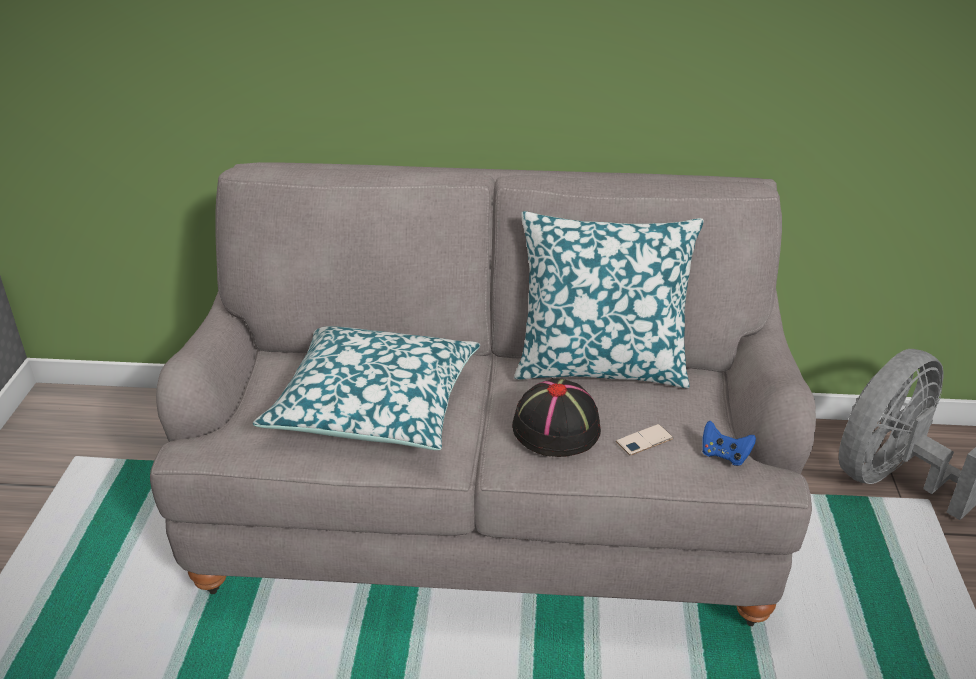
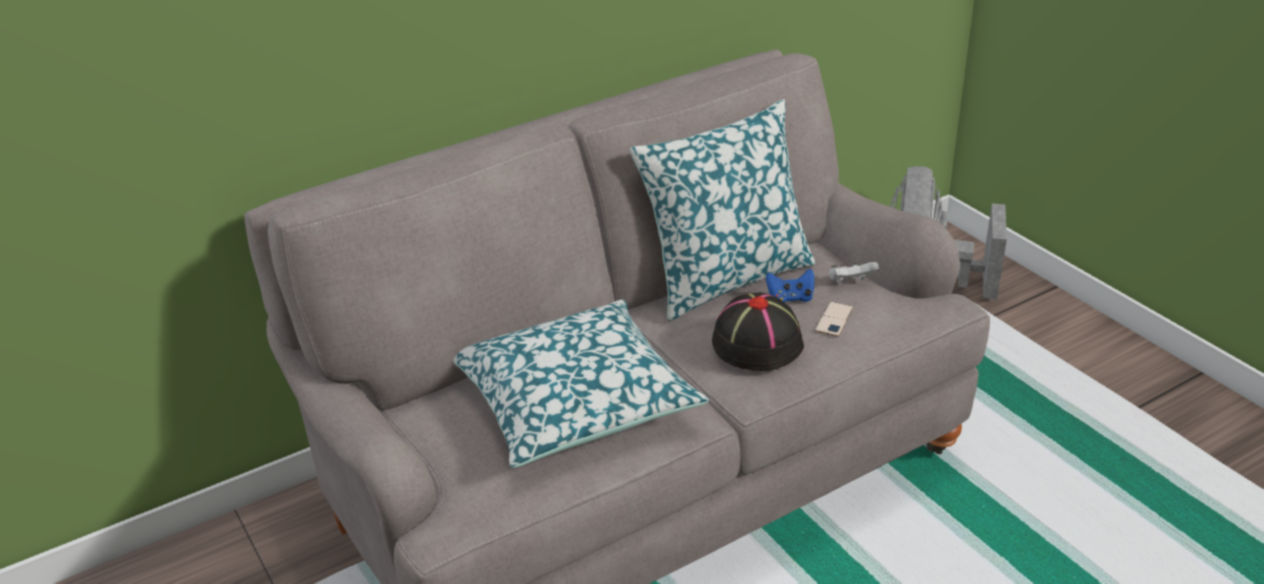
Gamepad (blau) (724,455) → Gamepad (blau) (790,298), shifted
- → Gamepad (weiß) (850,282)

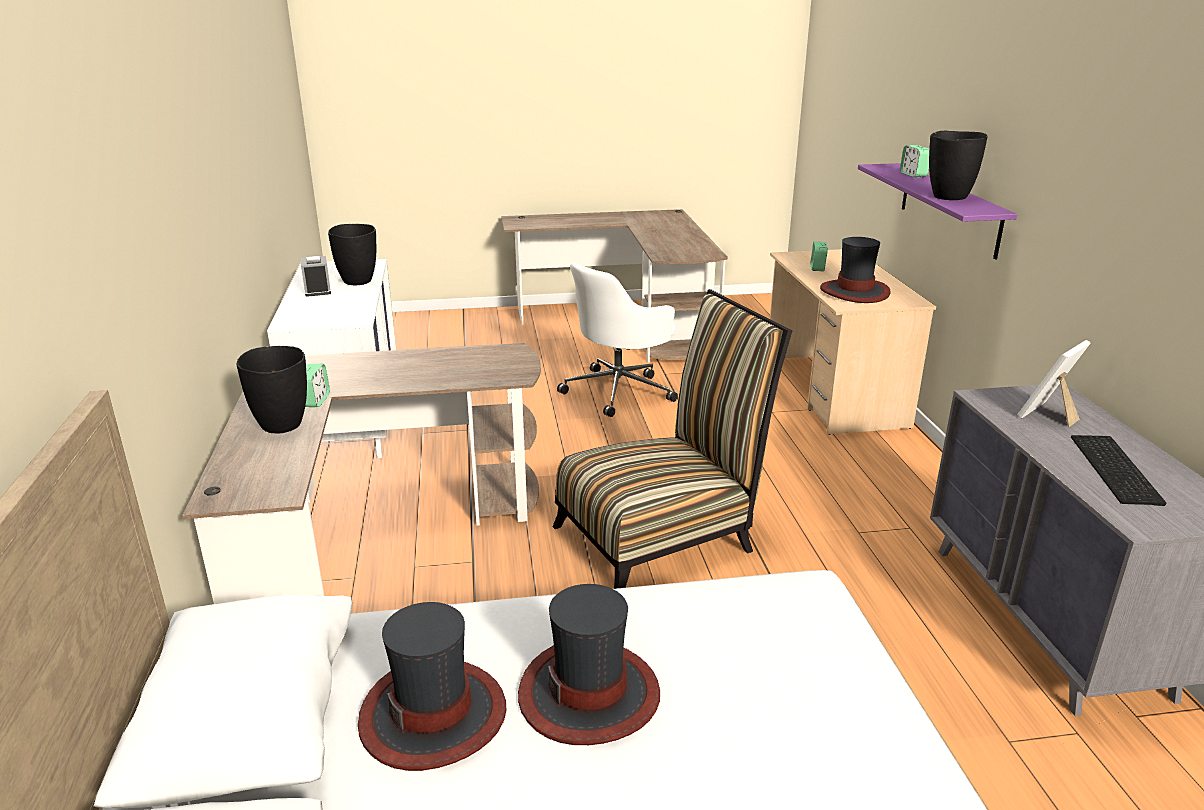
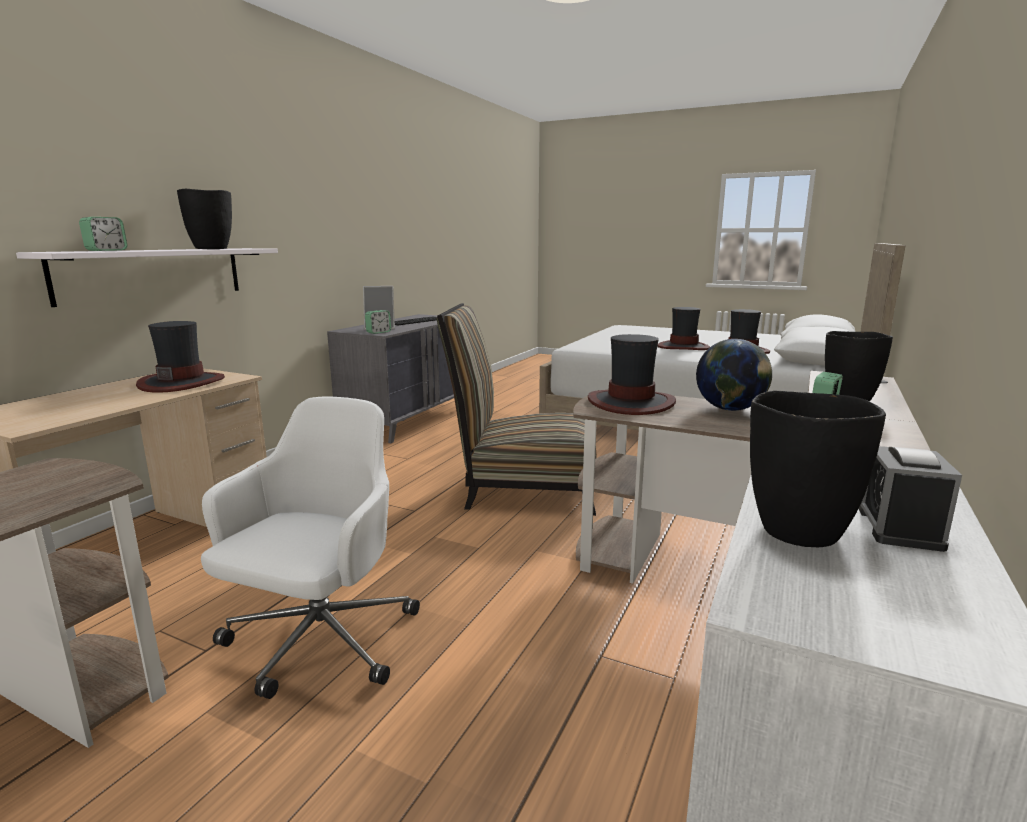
Wandregal (lila) (949,208) → Wandregal (weiß) (153,274)
Wecker (817,268) → Wecker (378,332), shifted
Bürostuhl (weiß) (619,391) → Bürostuhl (weiß) (319,642), 60 degrees counterclockwise
- → Hut (631,403)
- → Globus (730,409)

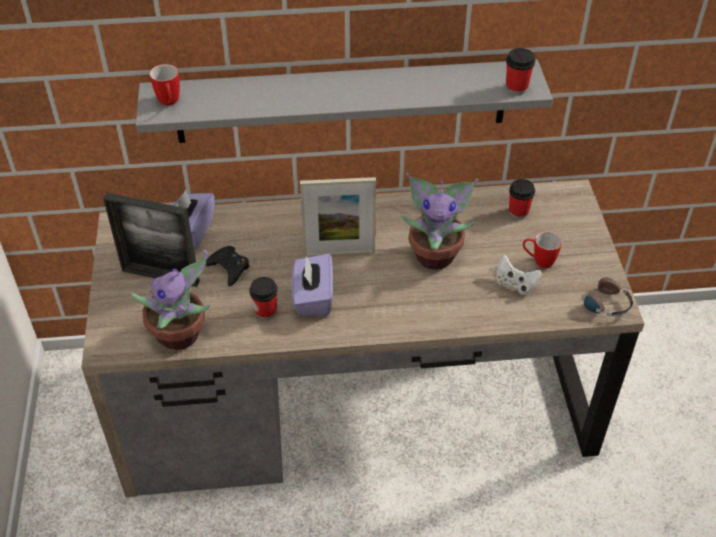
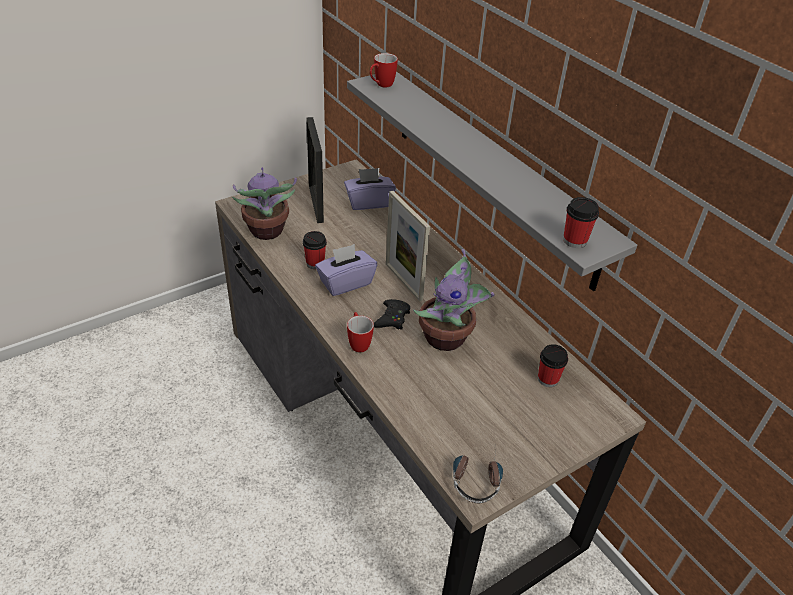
Henkelbecher (538,261) → Henkelbecher (358,342), shifted
Gamepad (schwarz) (229,268) → Gamepad (schwarz) (392,318), shifted
Gamepad (weiß) (515,284) → -

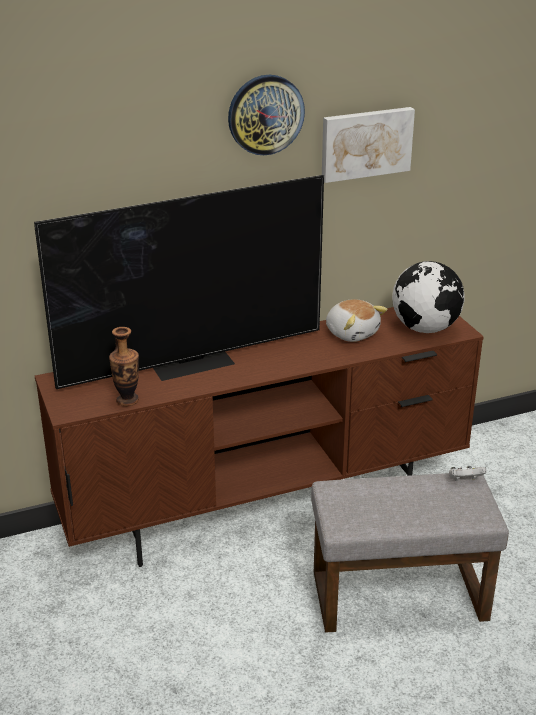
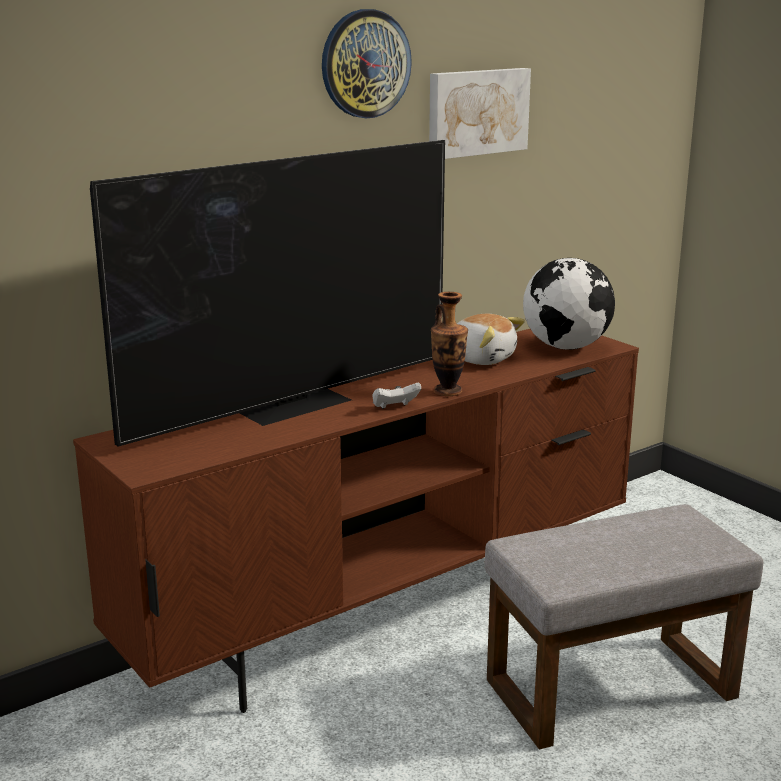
Vase (127,400) → Vase (448,391), shifted
Gamepad (weiß) (465,480) → Gamepad (weiß) (394,407), shifted

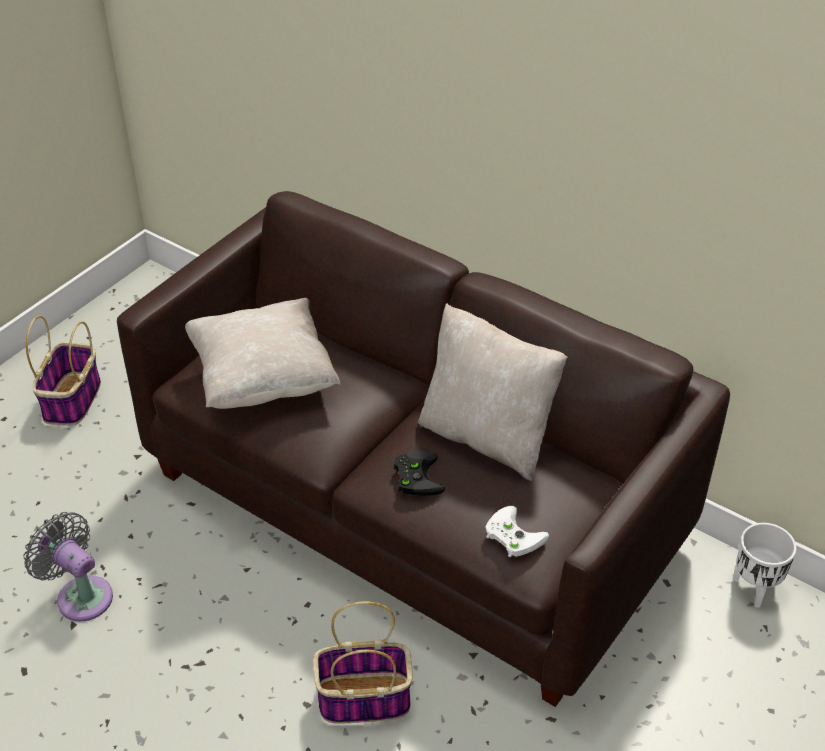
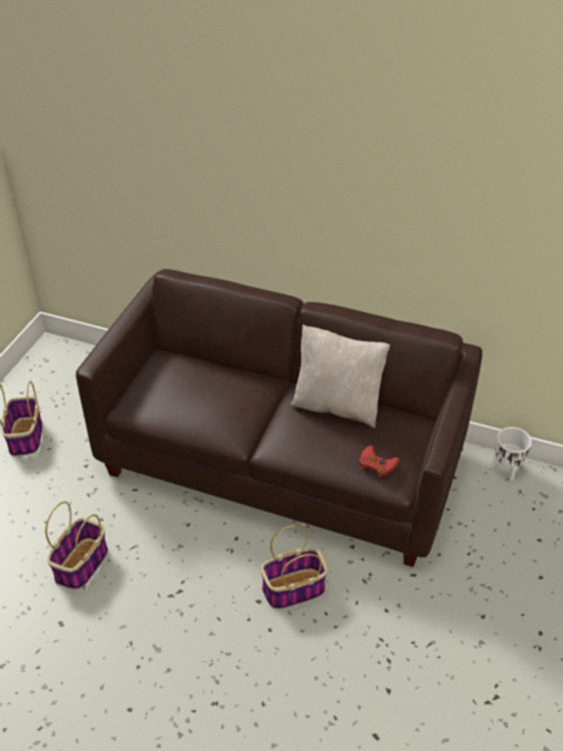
Kissen (beige) (263,380) → -
Gamepad (schwarz) (416,476) → -
Gamepad (weiß) (511,535) → Gamepad (rot) (375,463)
Ventilator (grau) (81,595) → Korb (81,565)

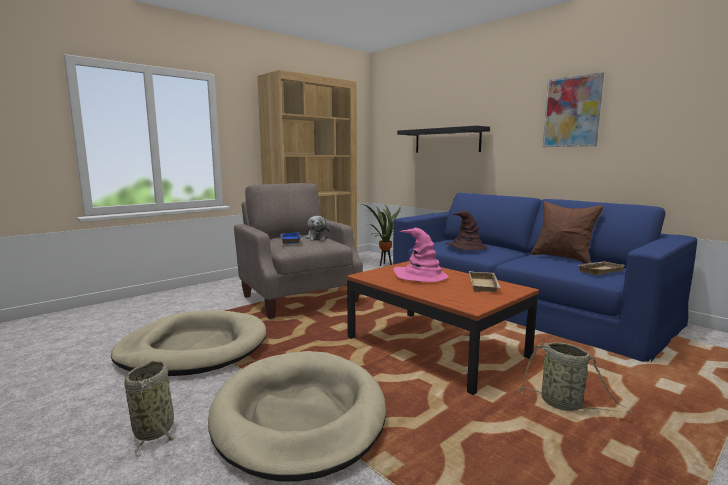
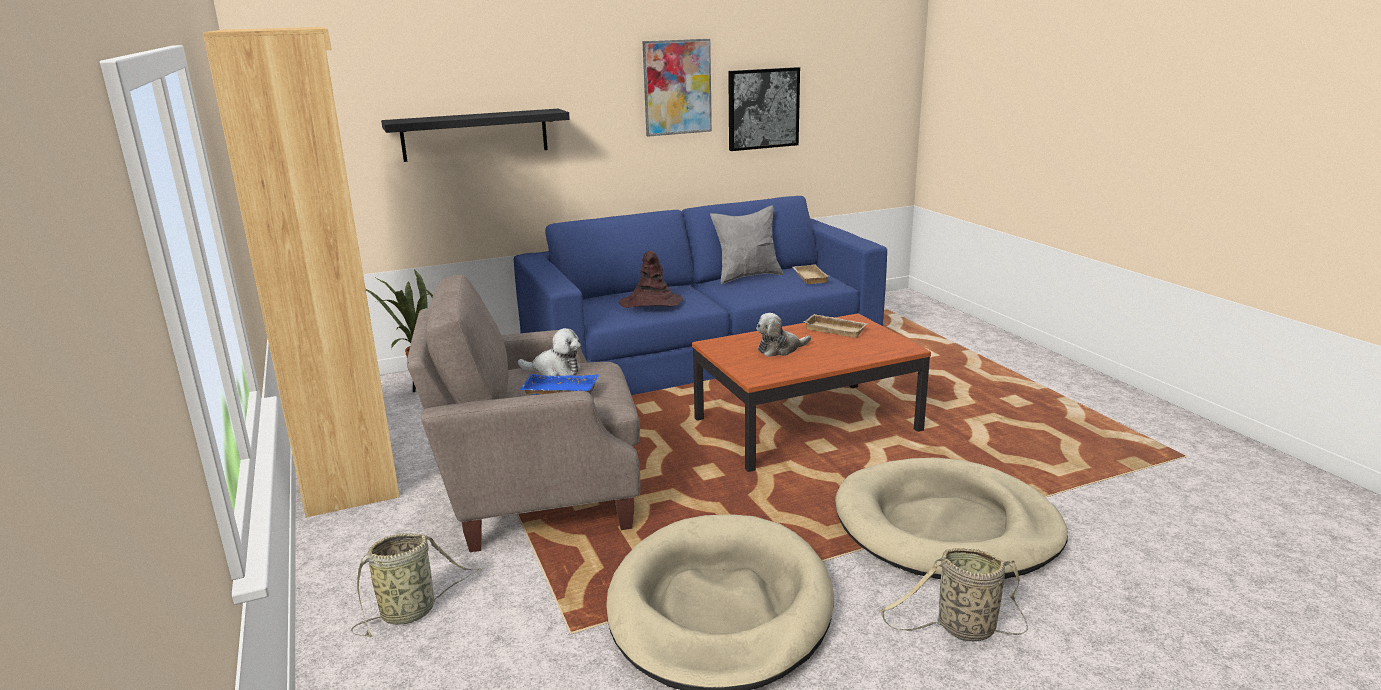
Kissen (braun) (563,258) → Kissen (grau) (747,276)
Hut (rosa) (421,276) → Plüschtier (780,349)
Korb (564,404) → Korb (412,611), shifted
- → Bild (763,108)

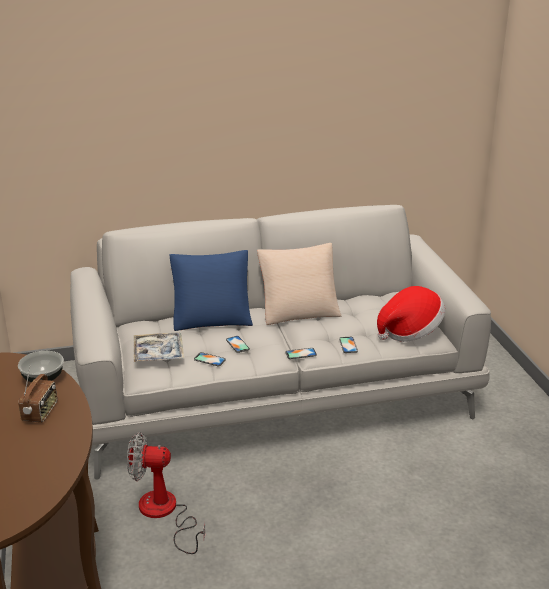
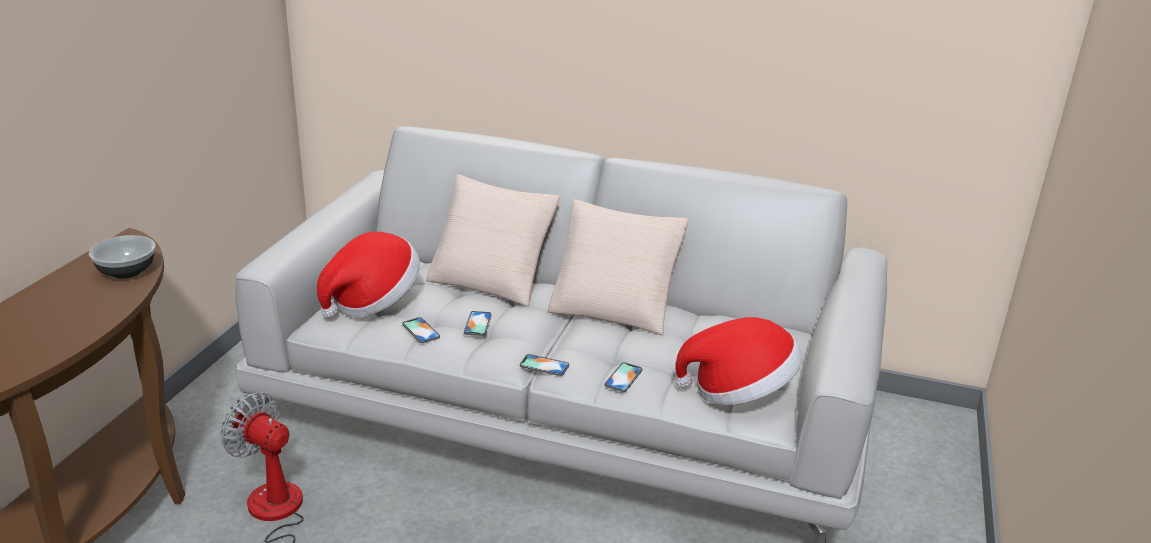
Kissen (blau) (212,317) → Kissen (beige) (492,280)
Tablett (158,353) → Hut (372,301)
Radio (41,412) → -

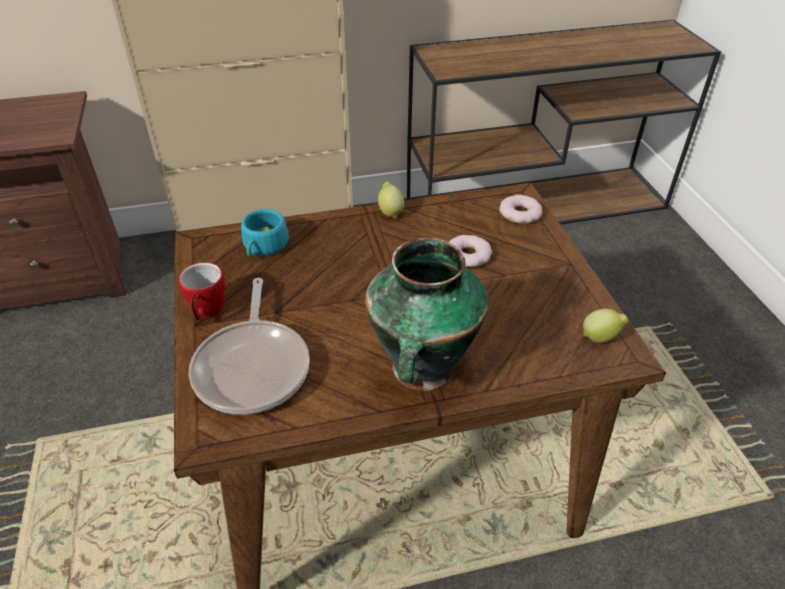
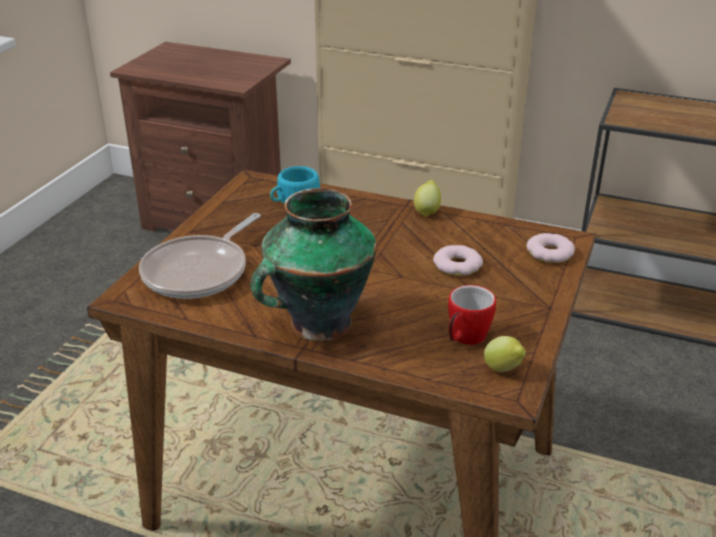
Henkelbecher (206,312) → Henkelbecher (465,339), shifted

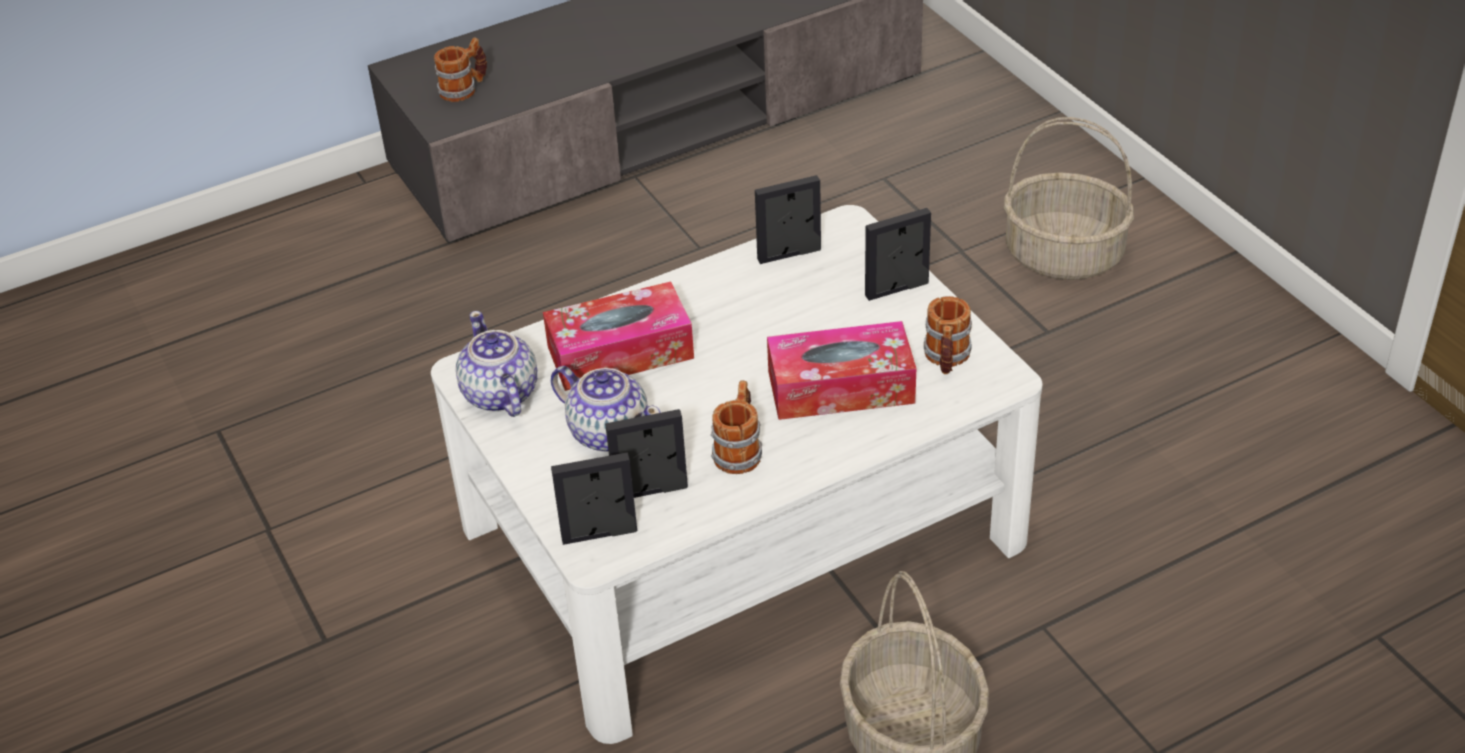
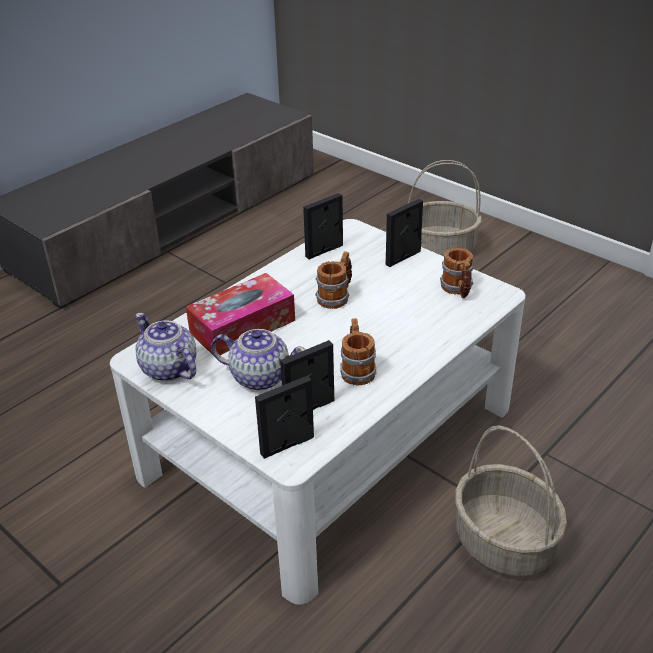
Henkelbecher (464,89) → Henkelbecher (336,296), shifted
Taschentuchbox (840,387) → -

